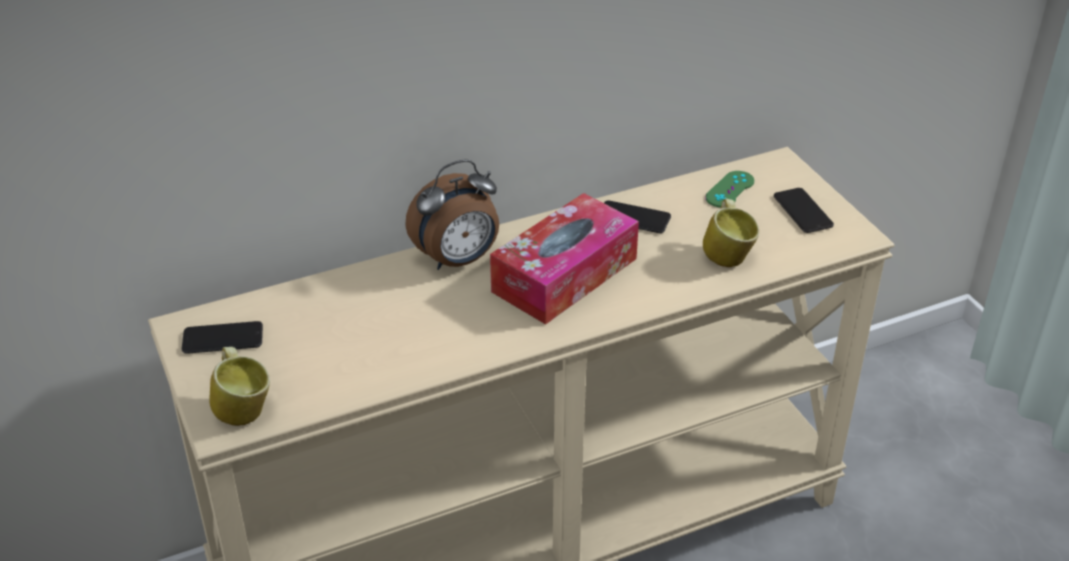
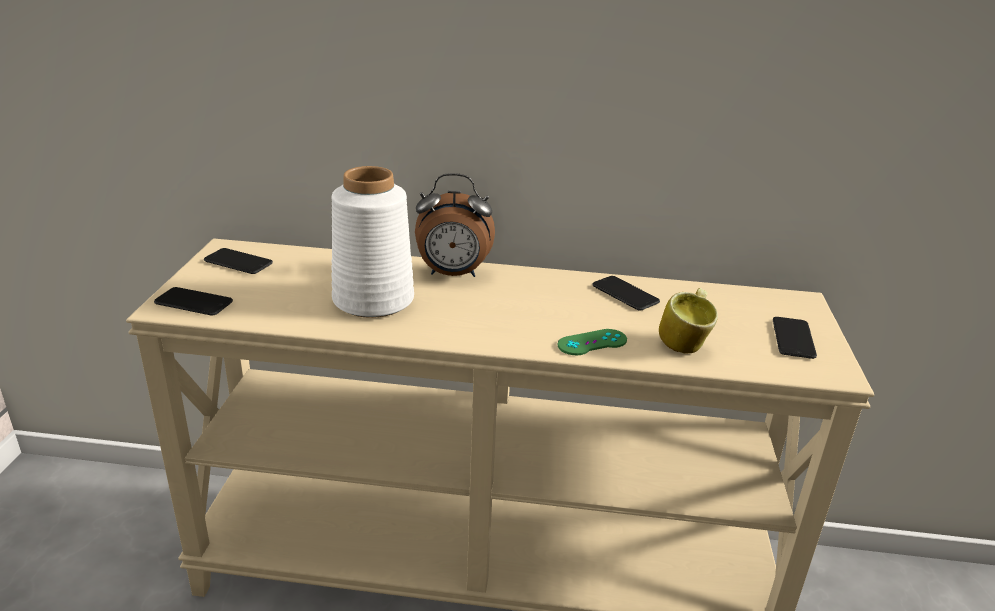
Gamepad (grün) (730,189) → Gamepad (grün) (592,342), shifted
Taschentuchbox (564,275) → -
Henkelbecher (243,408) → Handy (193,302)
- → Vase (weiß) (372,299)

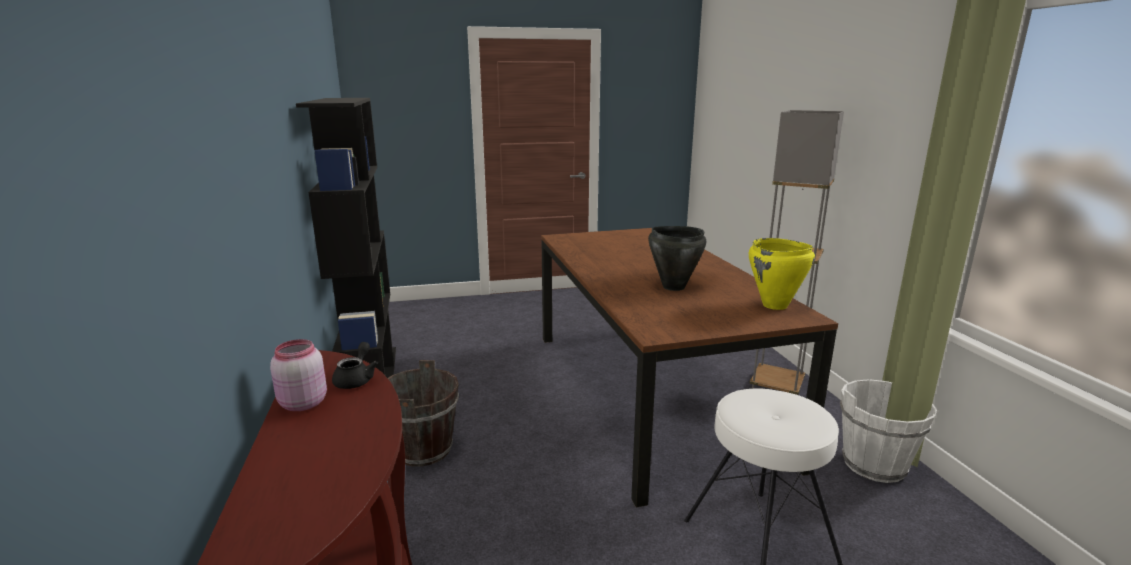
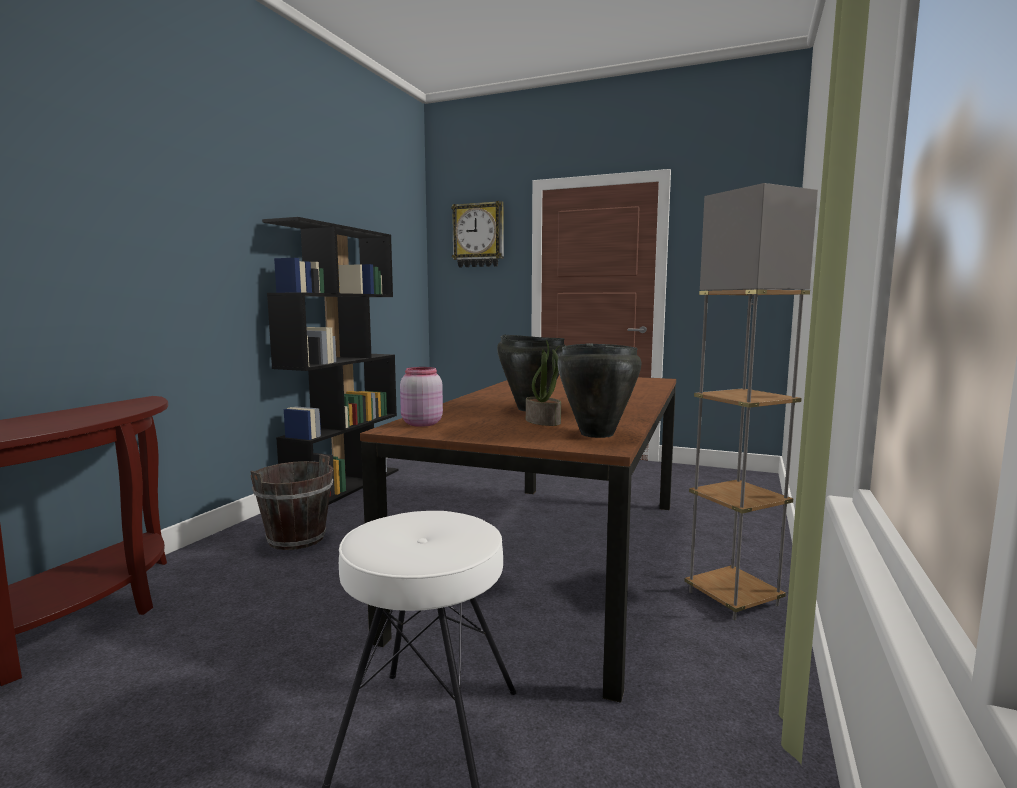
Kochtopf (gelb) (775,305) → Kochtopf (schwarz) (596,434)
Vorratsglas (rosa) (302,404) → Vorratsglas (rosa) (420,424), shifted
Teekanne (schwarz) (356,379) → -
Eimer (weiß) (874,465) → -
- → Wanduhr (478,235)
- → Topfpflanze (544,421)

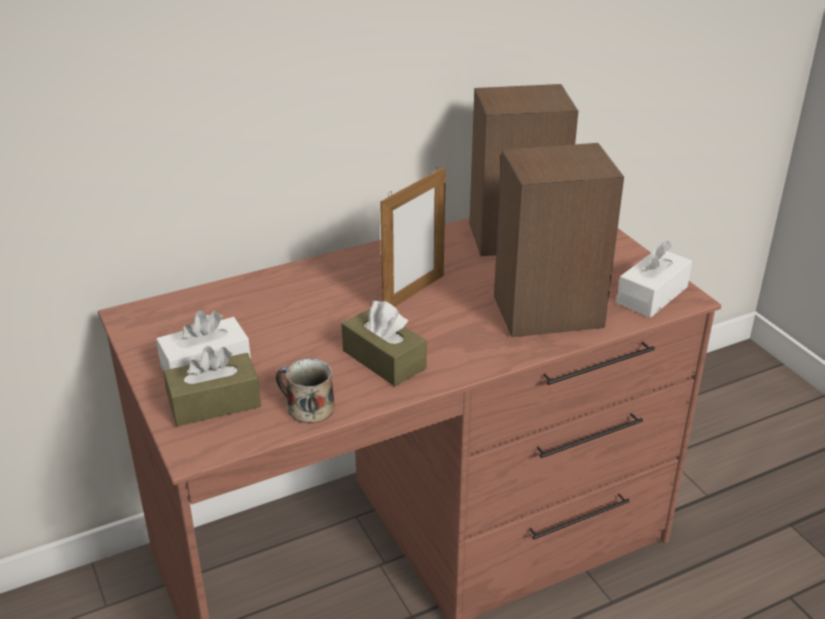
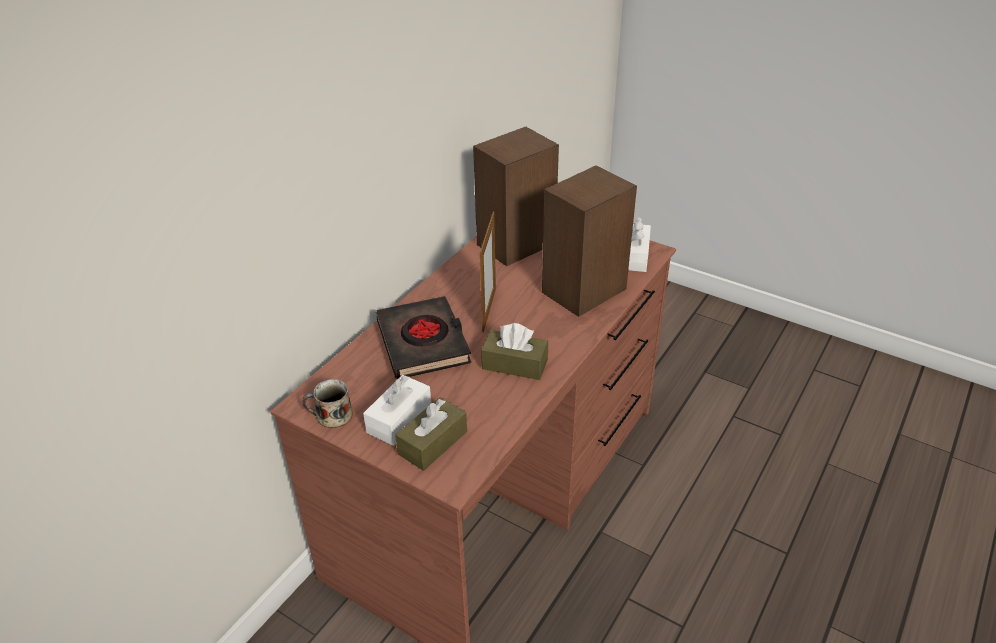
Henkelbecher (307,407) → Henkelbecher (332,416), shifted
- → Buch (schwarz) (423,343)

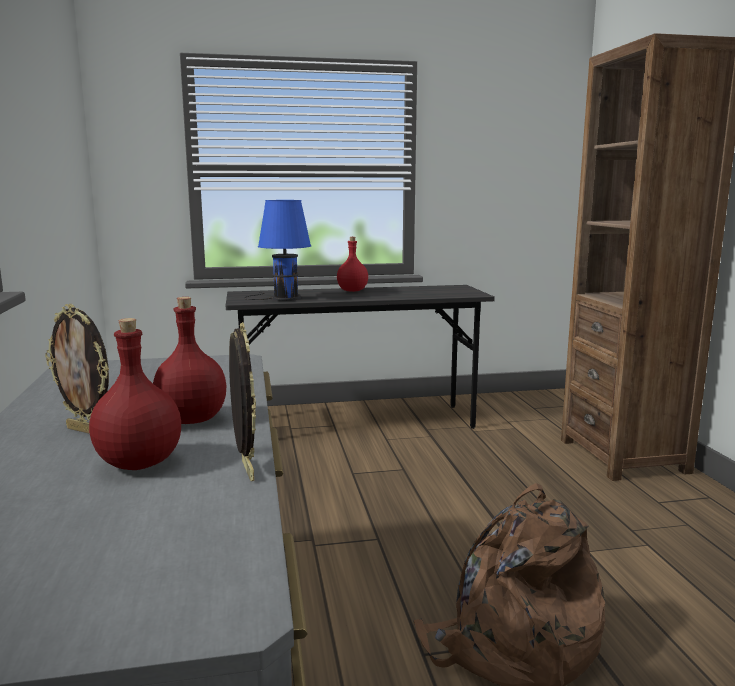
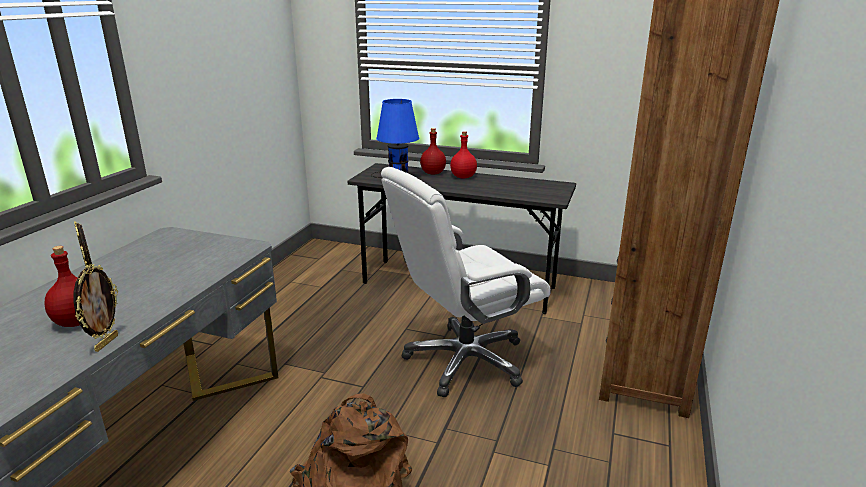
Flasche (rot) (192,419) → Flasche (rot) (433,173), shifted
- → Bürostuhl (weiß) (465,361)

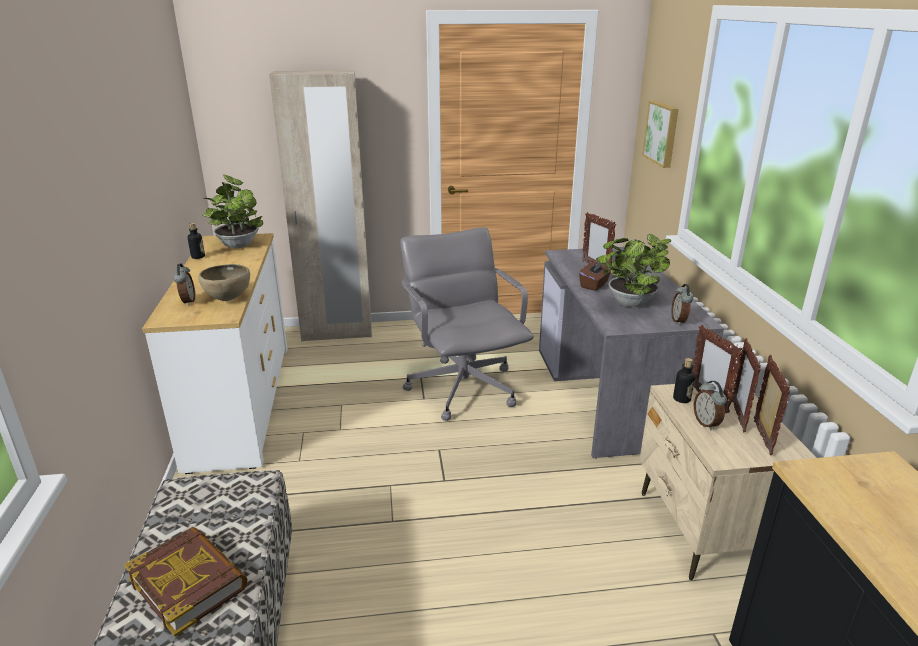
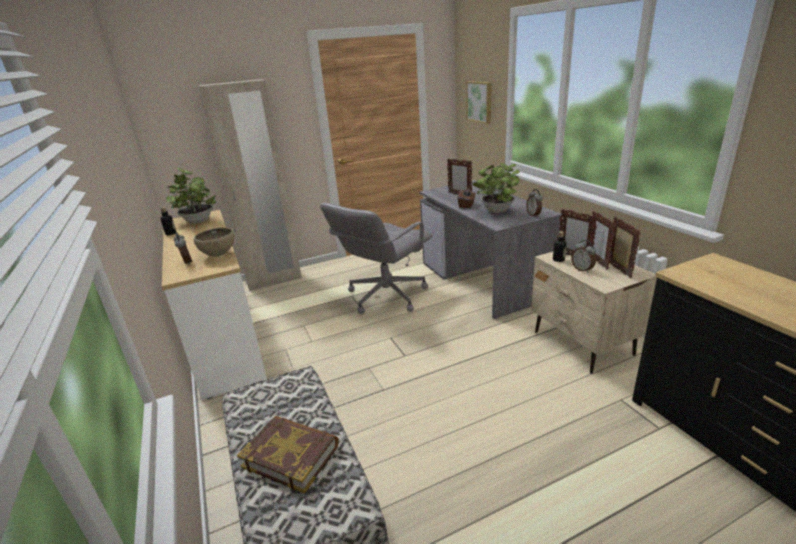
Bürostuhl (grau) (463,388) → Bürostuhl (grau) (385,296), 105 degrees counterclockwise

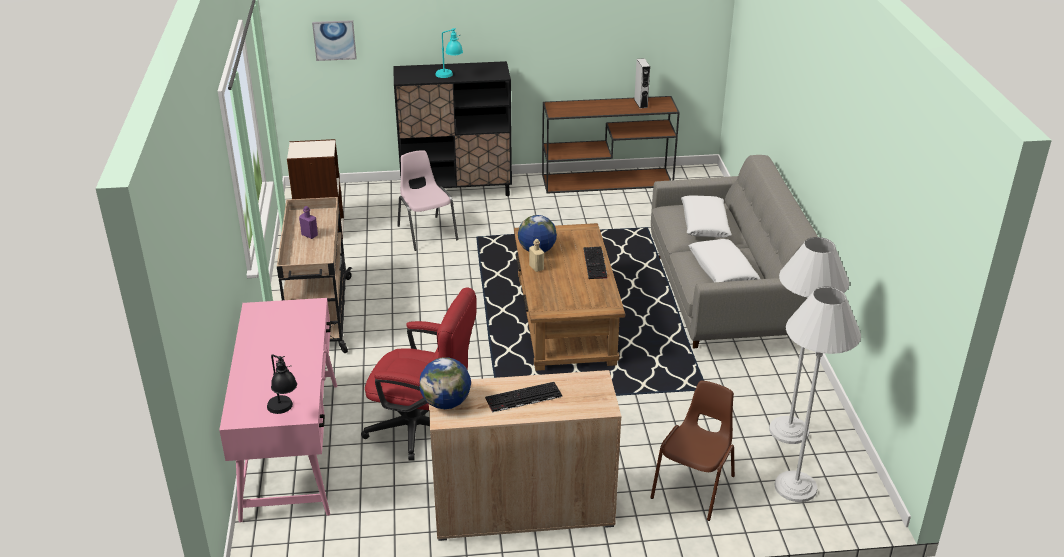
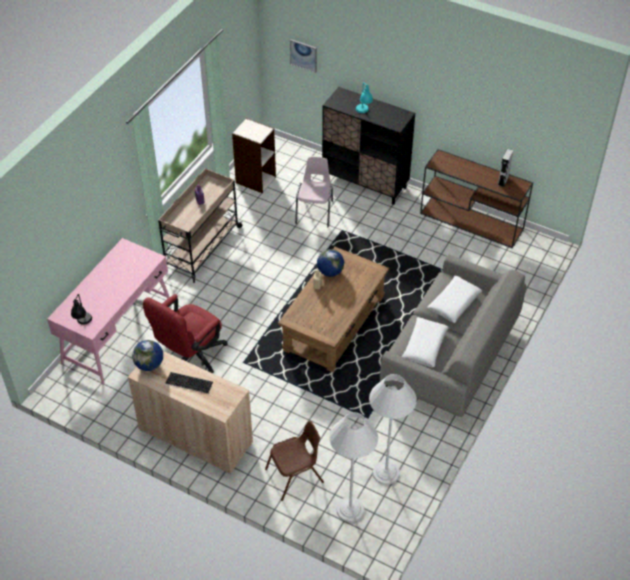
Tastatur (596,263) → -
Bürostuhl (rot) (423,429) → Bürostuhl (rot) (190,357), 75 degrees clockwise

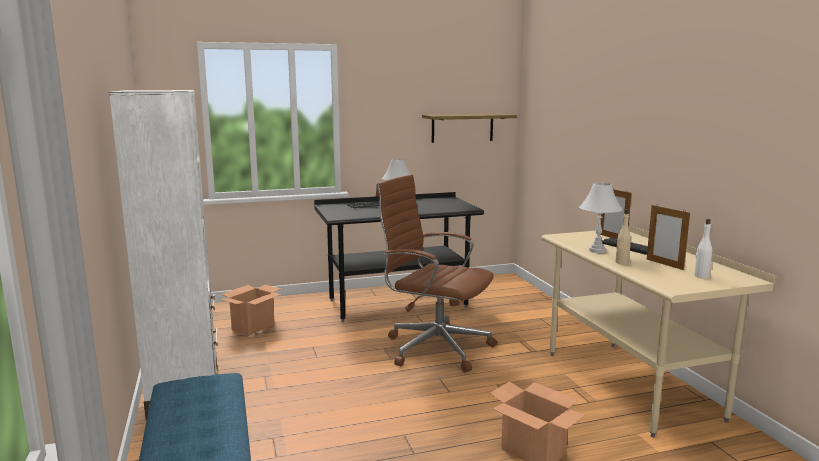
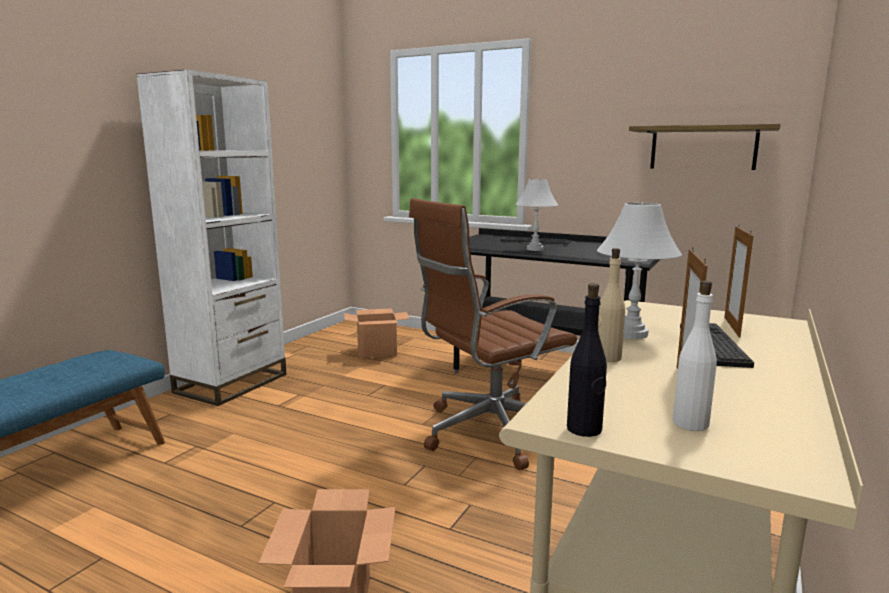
Bürostuhl (braun) (435,347) → Bürostuhl (braun) (489,432), 105 degrees counterclockwise
- → Flasche (schwarz) (584,429)

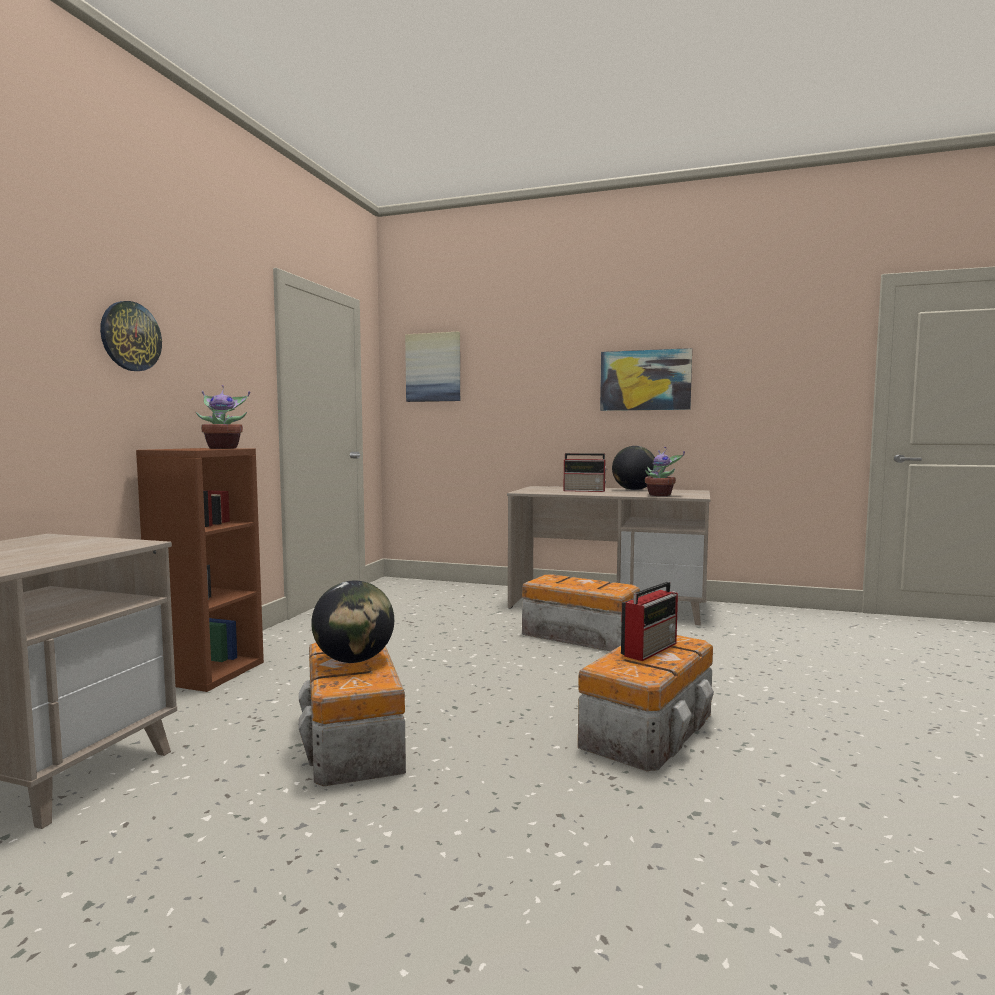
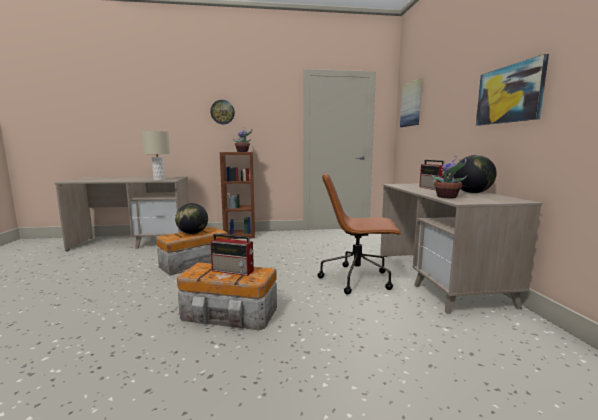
Aufbewahrungsbox (579,636) → Bürostuhl (braun) (357,279)
- → Tischlampe (beige) (158,179)

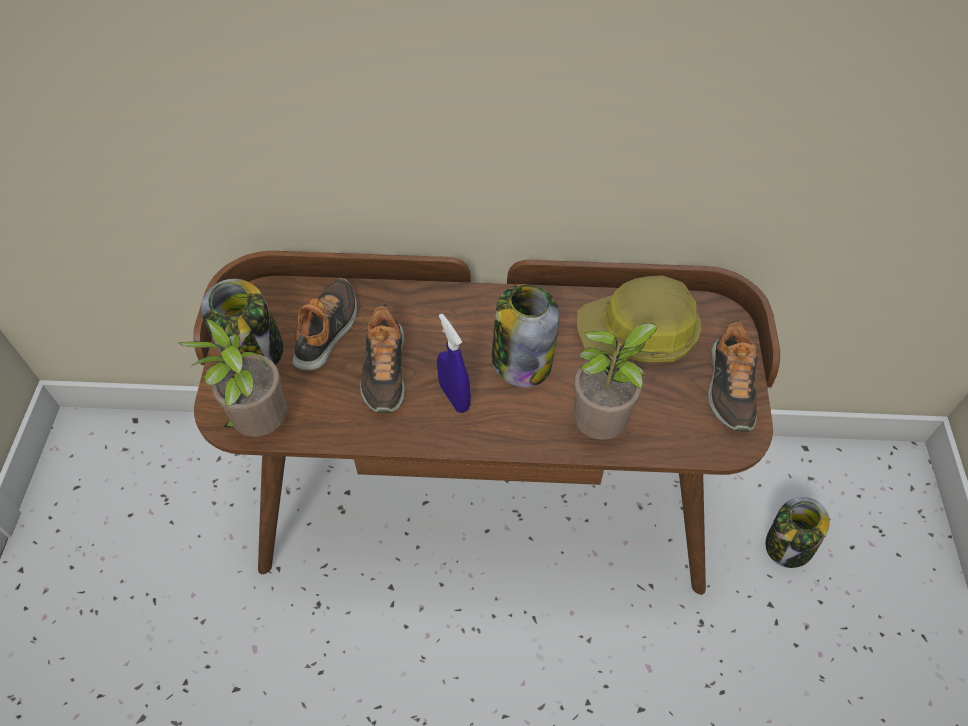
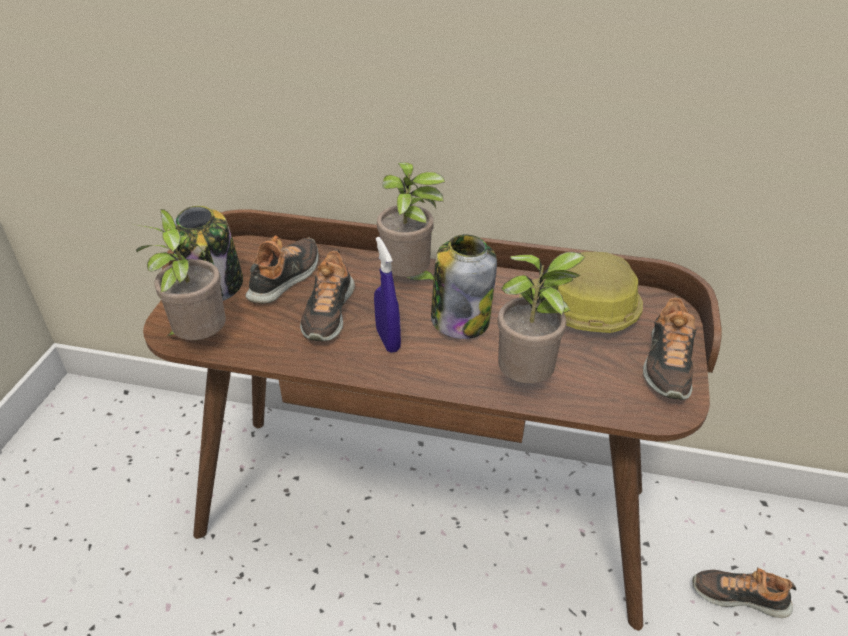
Vorratsglas (788,546) → Schuh (739,596)
- → Topfpflanze (409,281)

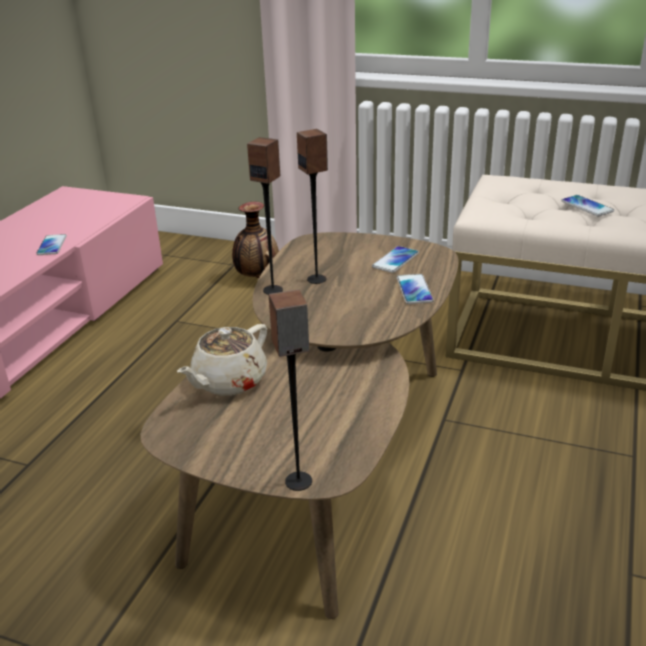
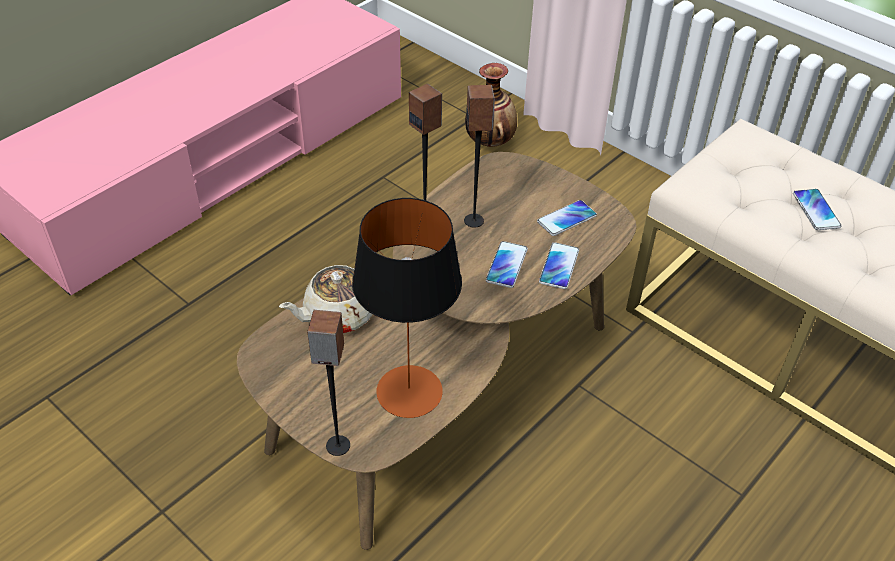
Handy (52,245) → Handy (506,265), shifted
- → Tischlampe (409,391)

